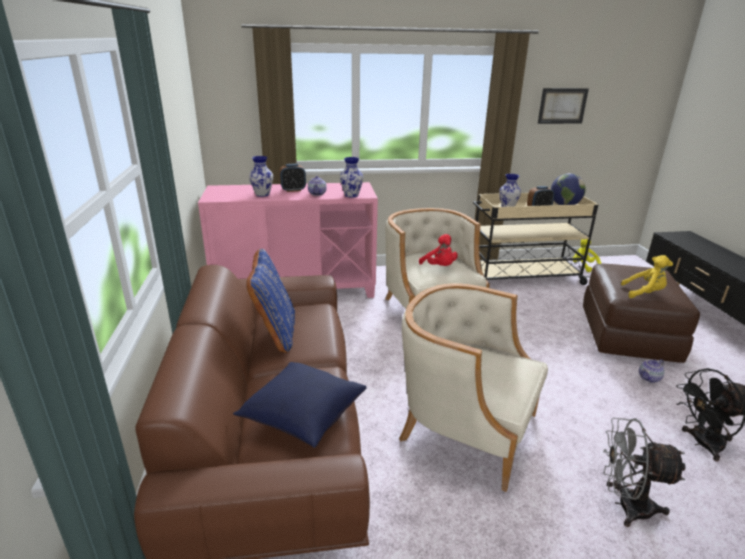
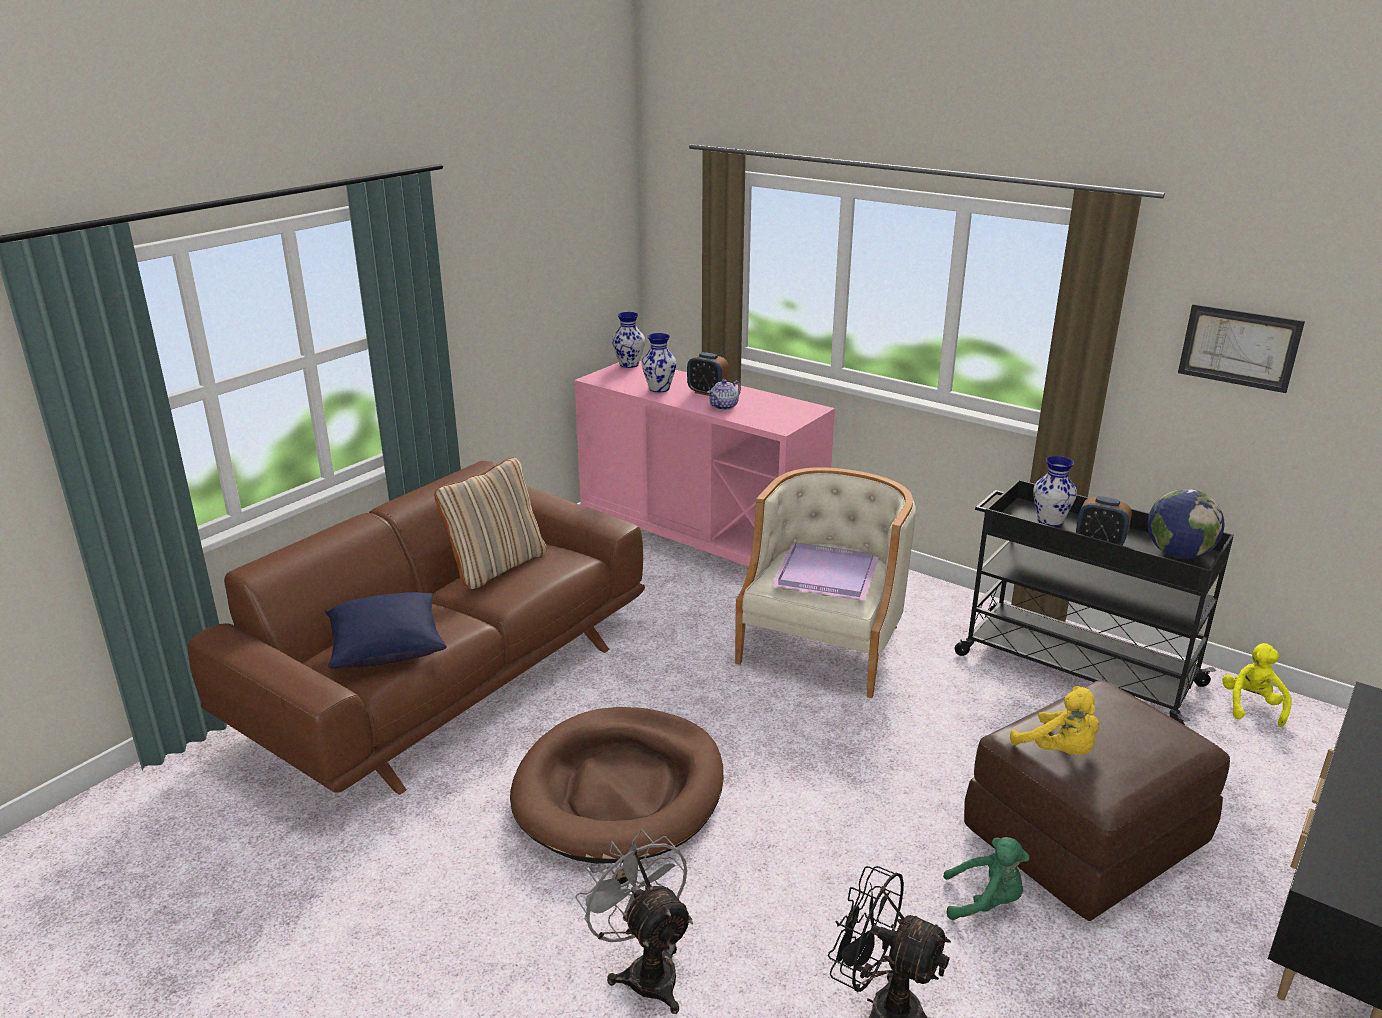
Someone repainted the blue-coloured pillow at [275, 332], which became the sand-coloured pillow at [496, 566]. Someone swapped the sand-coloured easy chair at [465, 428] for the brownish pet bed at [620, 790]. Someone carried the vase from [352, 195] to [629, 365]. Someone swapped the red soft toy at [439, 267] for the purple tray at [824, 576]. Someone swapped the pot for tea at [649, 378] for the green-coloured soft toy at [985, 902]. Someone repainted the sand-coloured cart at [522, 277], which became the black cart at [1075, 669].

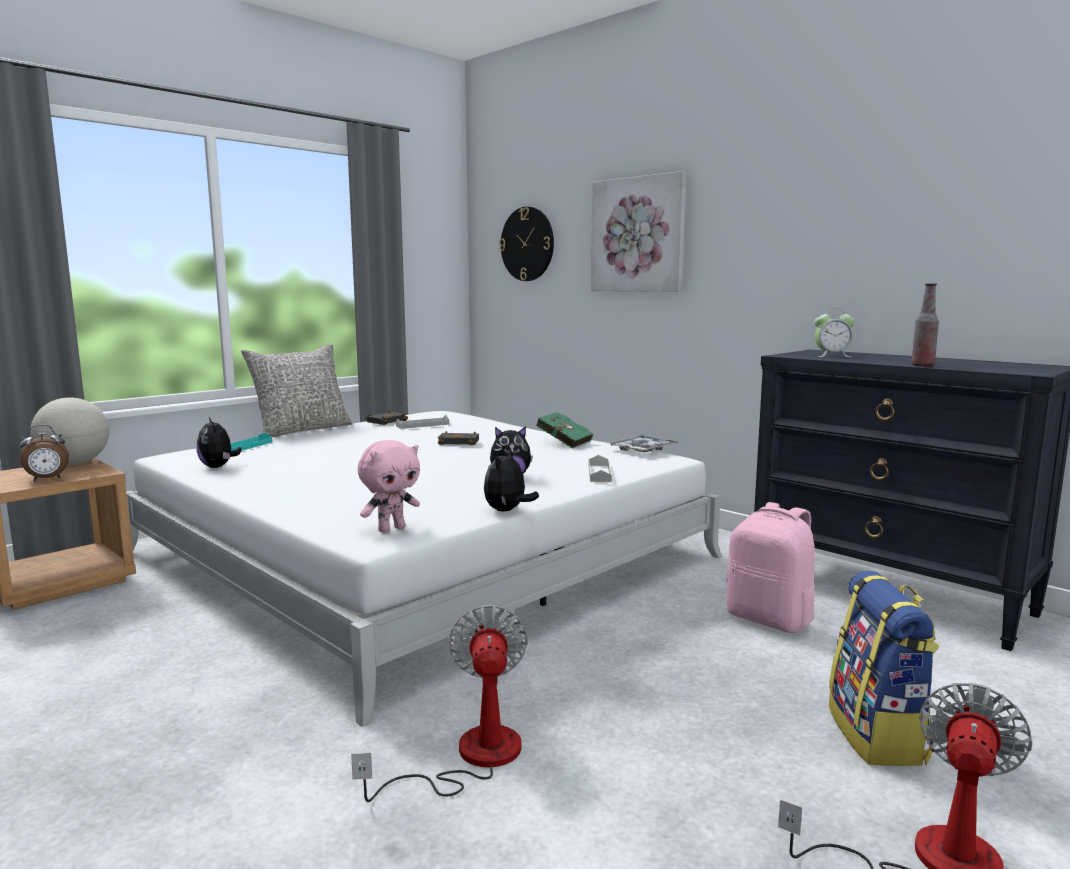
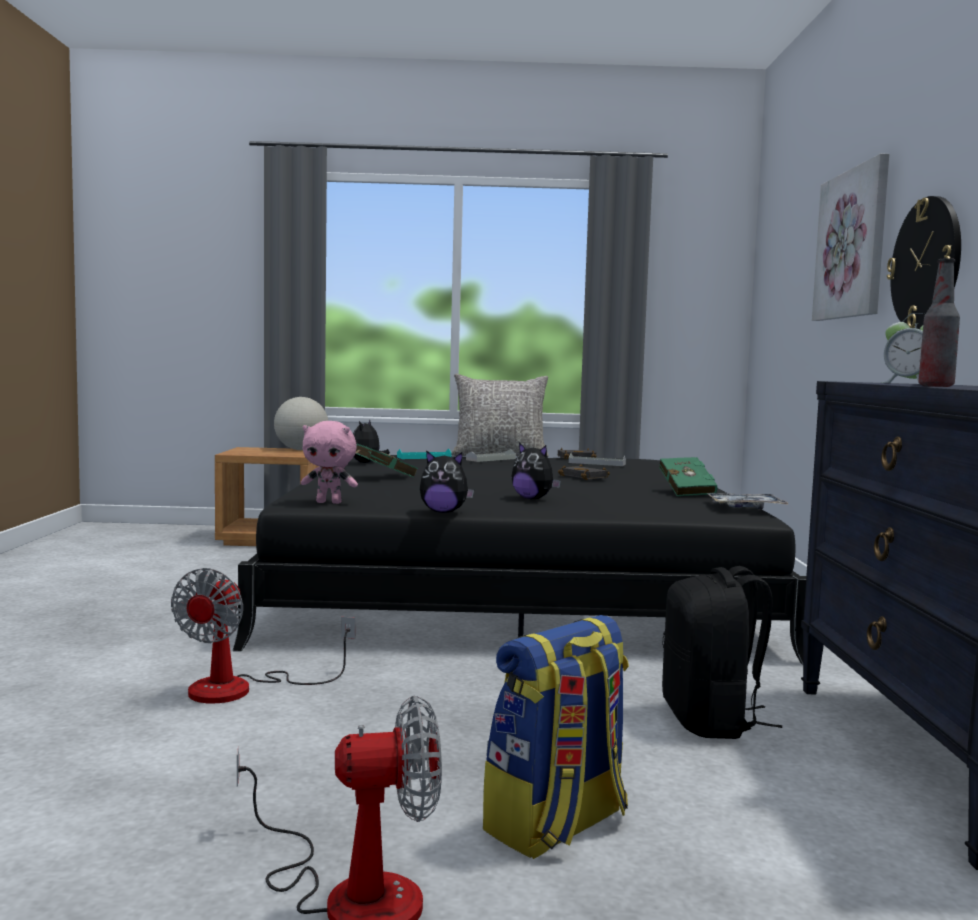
Someone rotated the cooling fan at [470, 758] by 150 degrees clockwise. Someone repainted the white sleeping bed at [419, 555], which became the black sleeping bed at [512, 583]. Someone put down the green-coloured book at [382, 476]. Someone rotated the soft toy at [507, 511] by 150 degrees counterclockwise. Someone carried the greyish tray from [599, 473] to [491, 459]. Someone repainted the pink-coloured knapsack at [770, 619], which became the black knapsack at [711, 721]. Someone carried the wall clock from [527, 244] to [926, 264]. Someone took away the alarm clock at [47, 479].

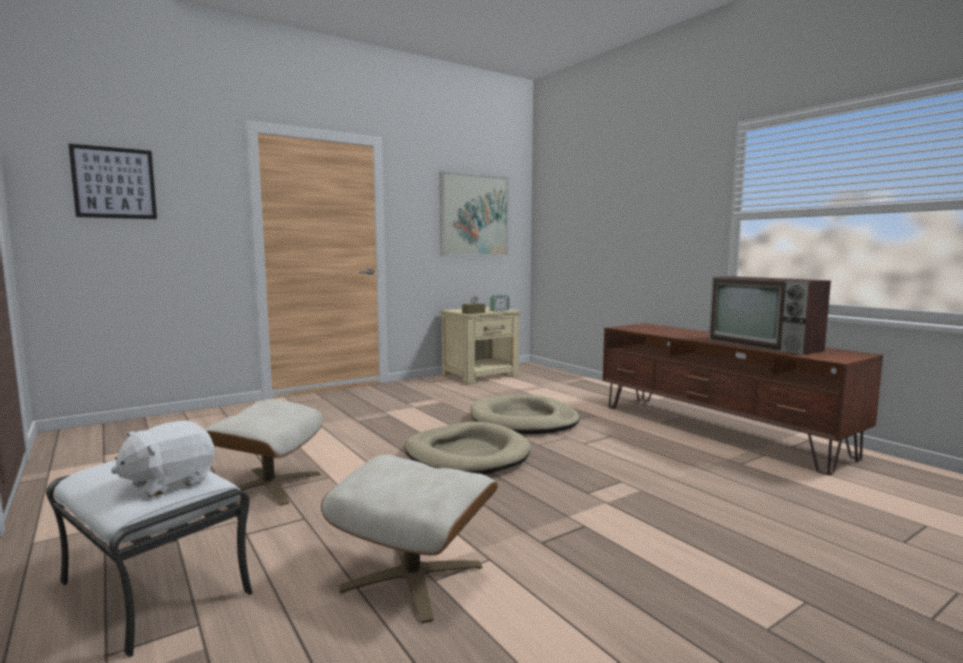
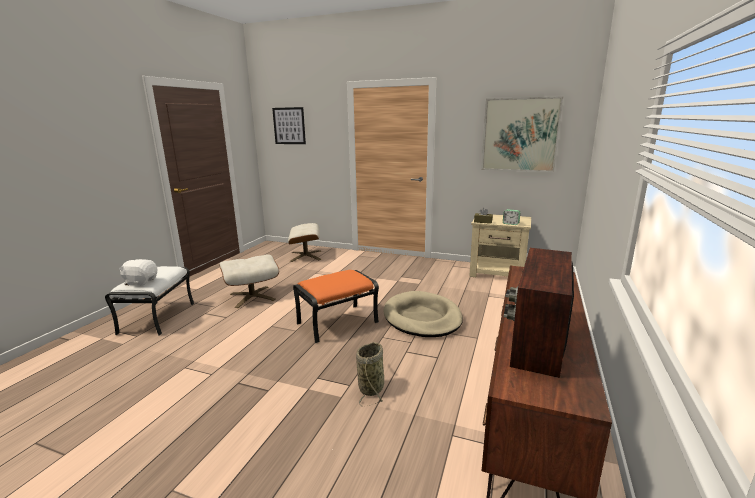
Someone carried the sand-coloured ottoman from [413, 577] to [306, 256]. Someone swapped the sand-coloured pet bed at [467, 455] for the orange-coloured ottoman at [337, 322]. Someone put down the storage basket at [372, 387].

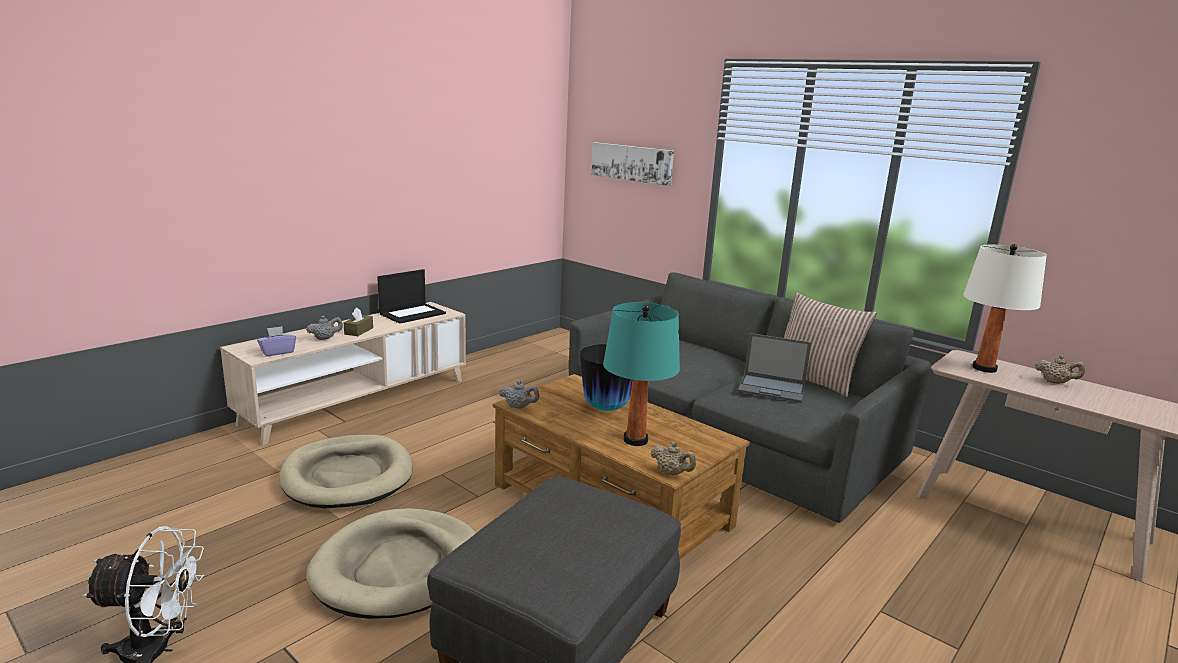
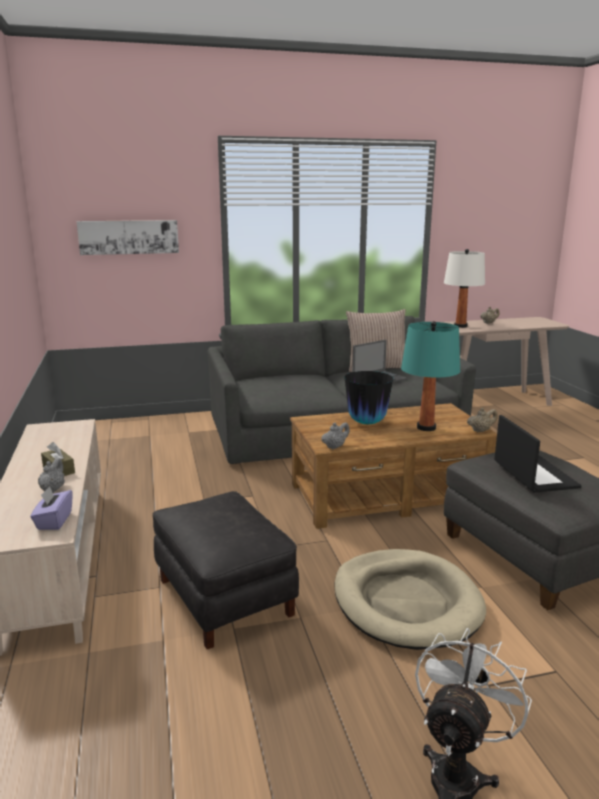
Someone swapped the sand-coloured pet bed at [347, 476] for the black ottoman at [223, 597]. Someone carried the laptop from [412, 313] to [533, 474].

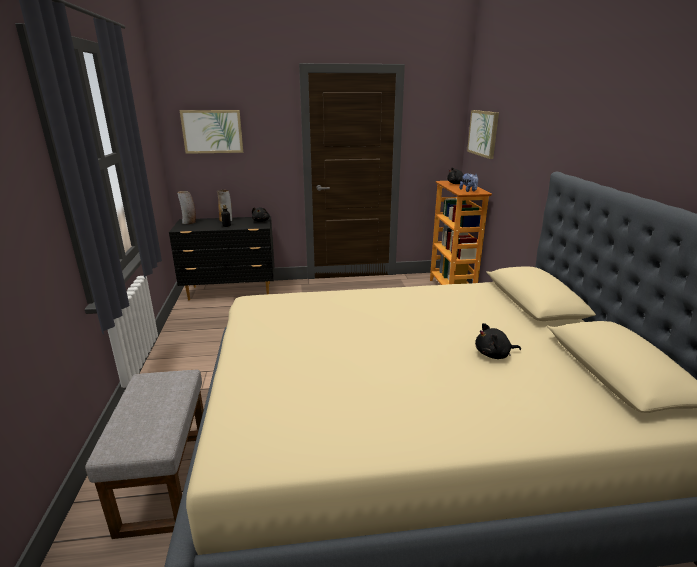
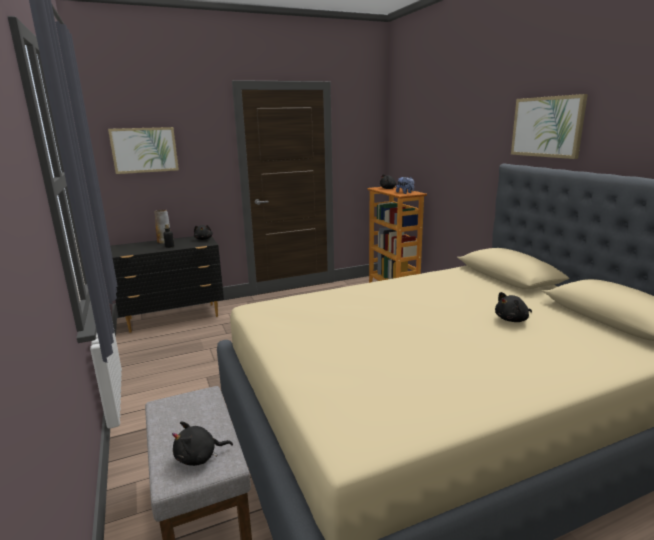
Someone put down the black soft toy at [199, 457]. Someone carried the wall art from [483, 133] to [547, 127]. Someone took away the vase at [189, 222].

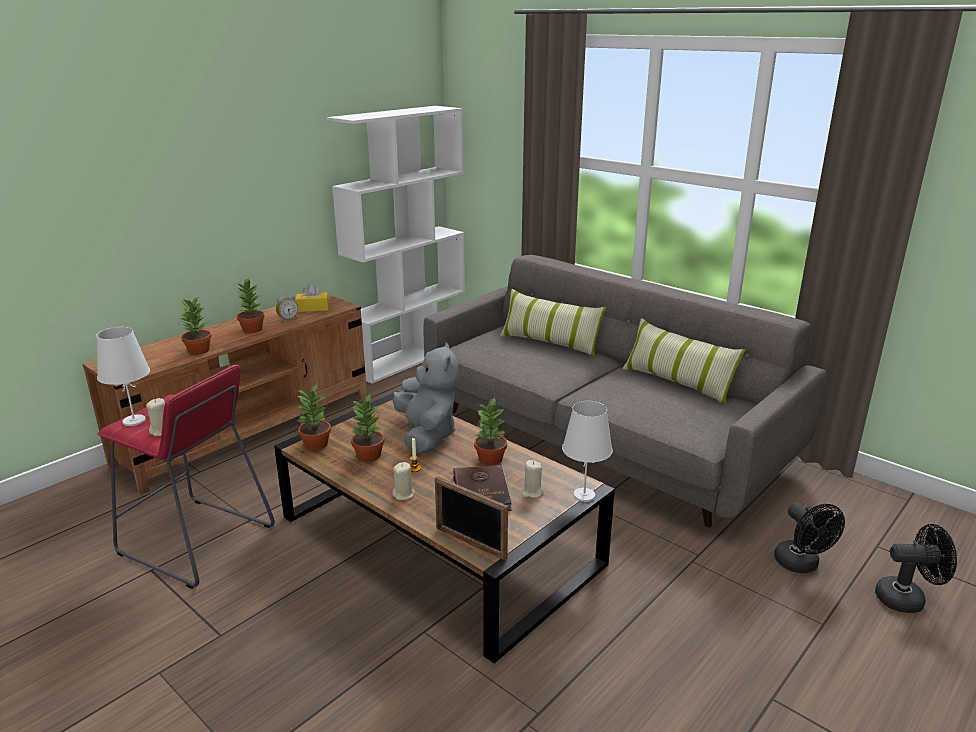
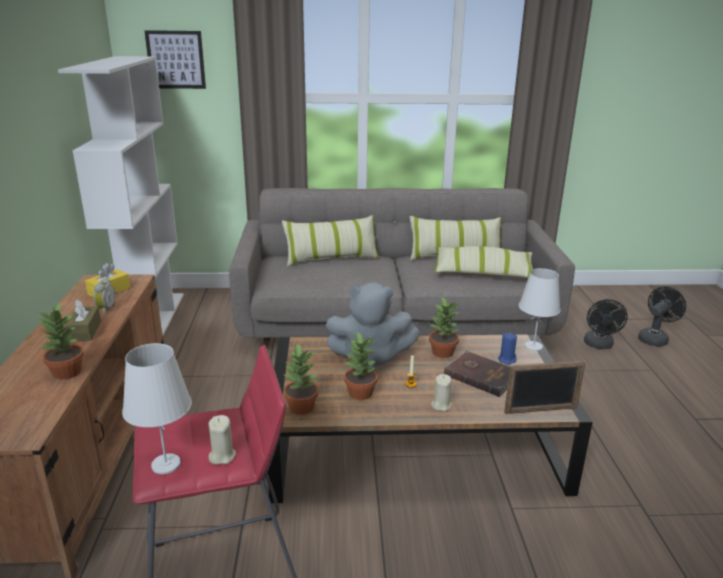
Someone swapped the potted plant at [252, 329] for the brownish tissue box at [85, 331]. Someone put up the wall art at [176, 60]. Someone rotated the greyish soft toy at [427, 435] by 150 degrees clockwise. Someone put down the pillow at [483, 273]. Someone repainted the sand-coloured wax candle at [532, 492], which became the blue-coloured wax candle at [507, 360]. Someone rotated the black cooling fan at [801, 565] by 75 degrees clockwise.

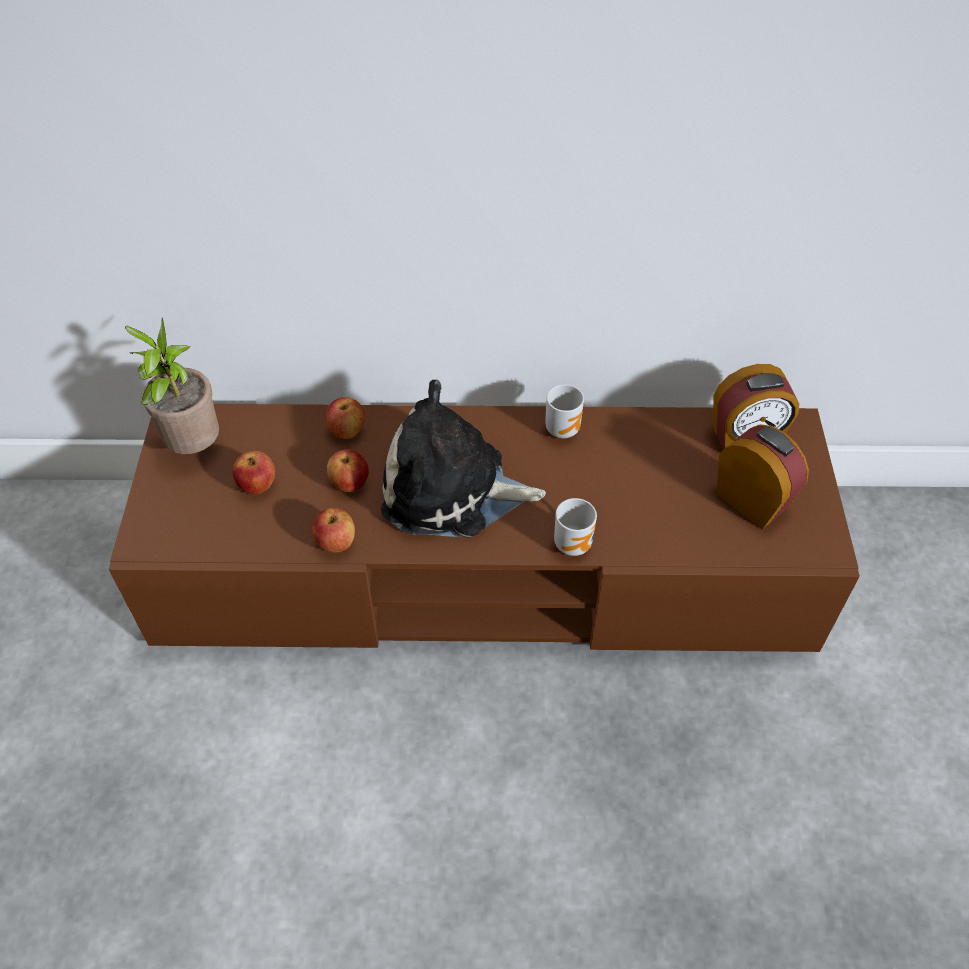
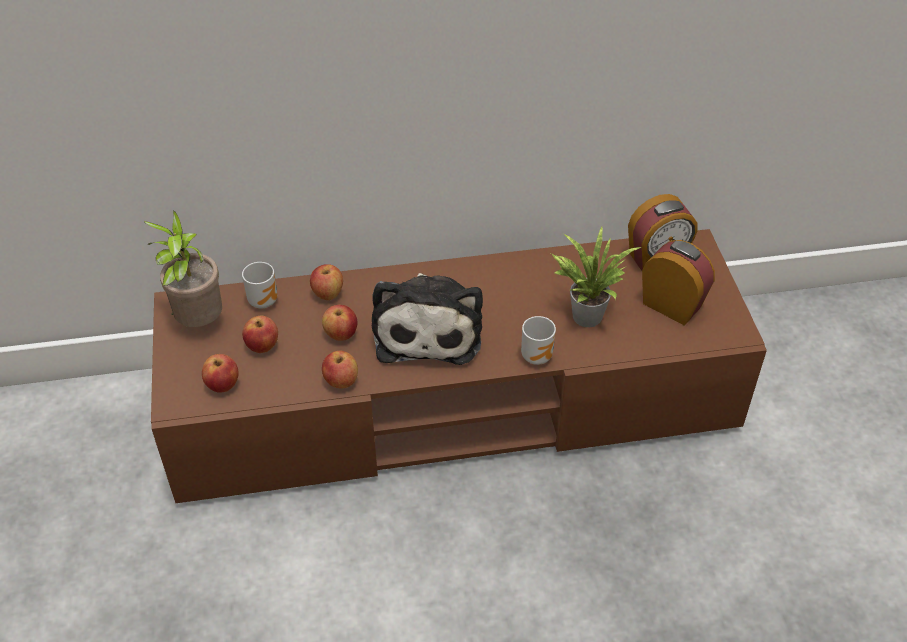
Someone put down the apple at [223, 385]. Someone carried the tea mug from [563, 428] to [264, 300]. Someone rotated the soft toy at [452, 490] by 90 degrees counterclockwise. Someone put down the potted plant at [585, 313].

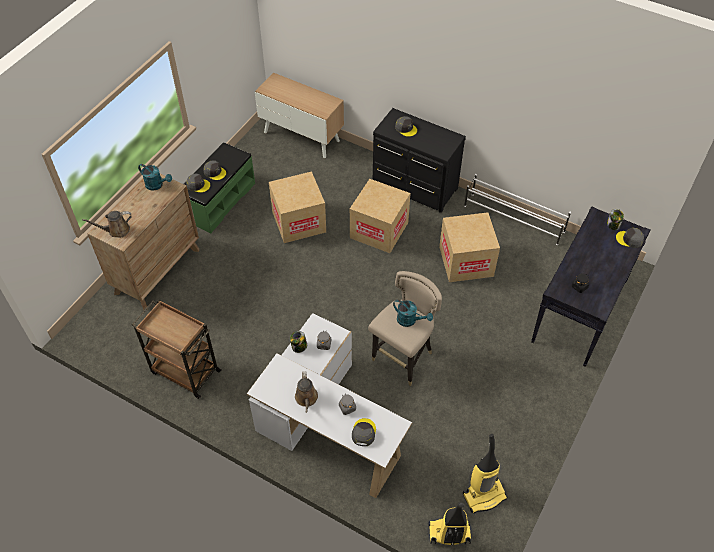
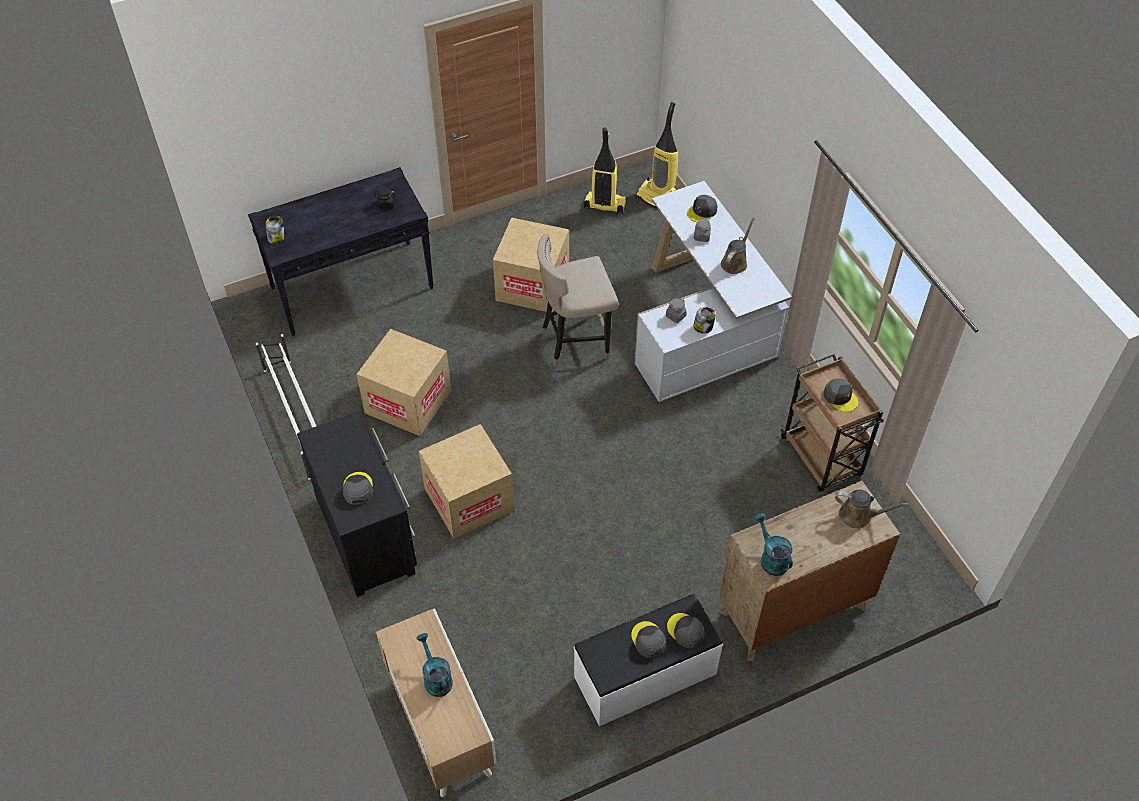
Someone carried the blue-green sprinkling can from [410, 320] to [436, 678]. Someone carried the packing box from [299, 221] to [532, 285]. Someone repainted the green-coloured long seat at [219, 201], which became the white long seat at [645, 676]. Someone carried the greyish baseball cap from [629, 239] to [840, 397].

